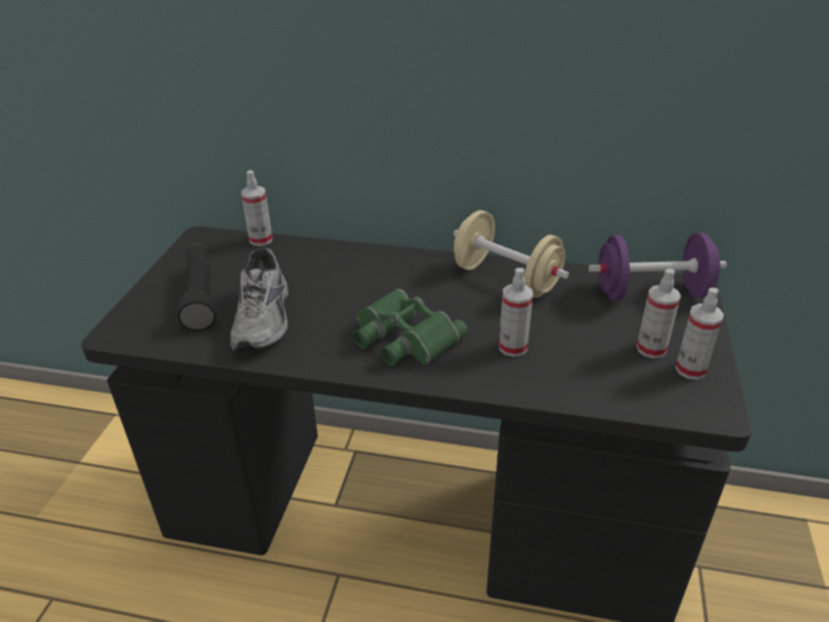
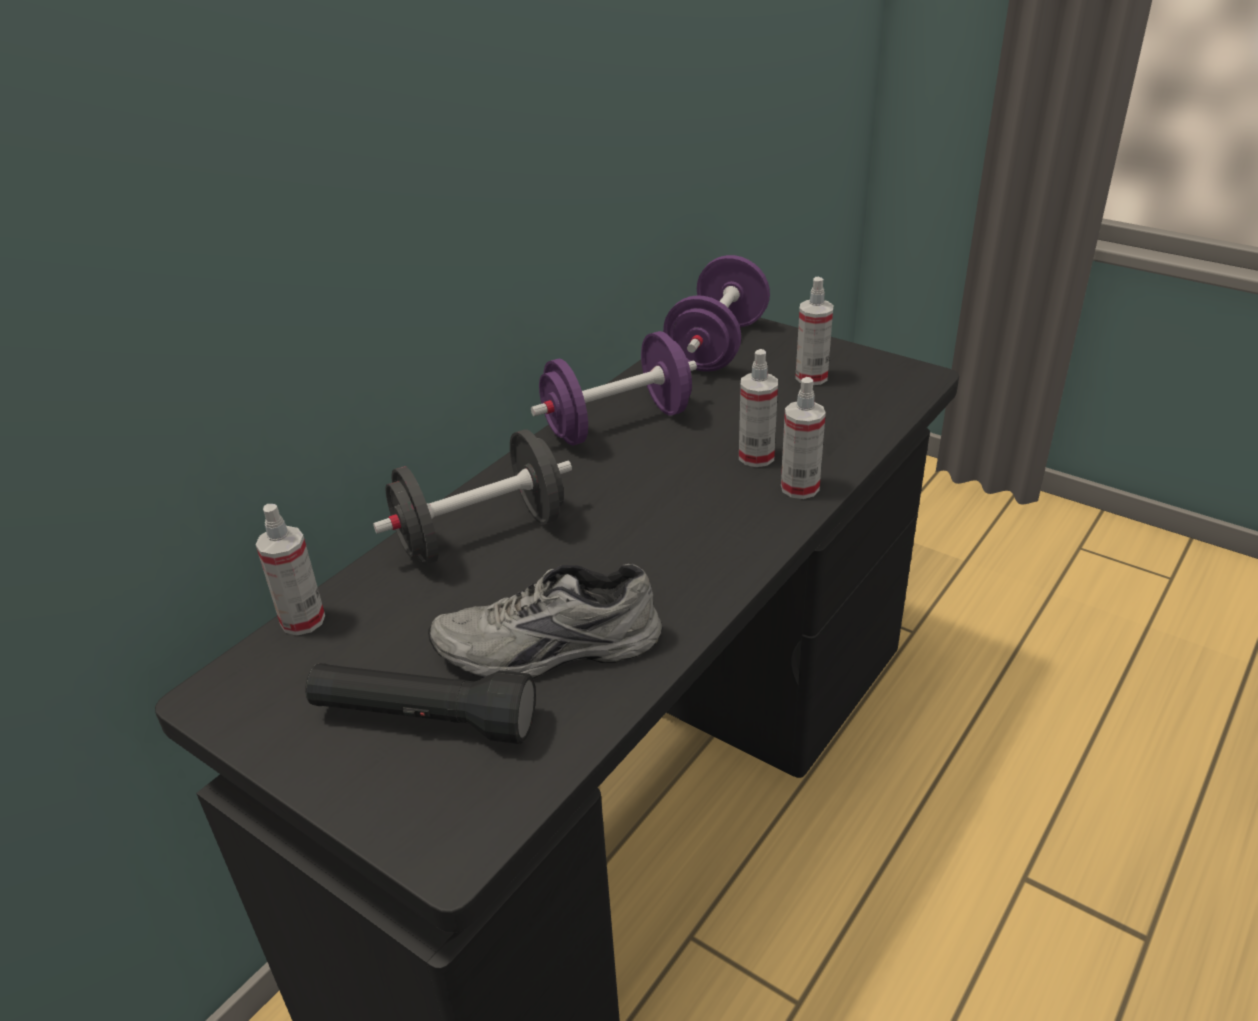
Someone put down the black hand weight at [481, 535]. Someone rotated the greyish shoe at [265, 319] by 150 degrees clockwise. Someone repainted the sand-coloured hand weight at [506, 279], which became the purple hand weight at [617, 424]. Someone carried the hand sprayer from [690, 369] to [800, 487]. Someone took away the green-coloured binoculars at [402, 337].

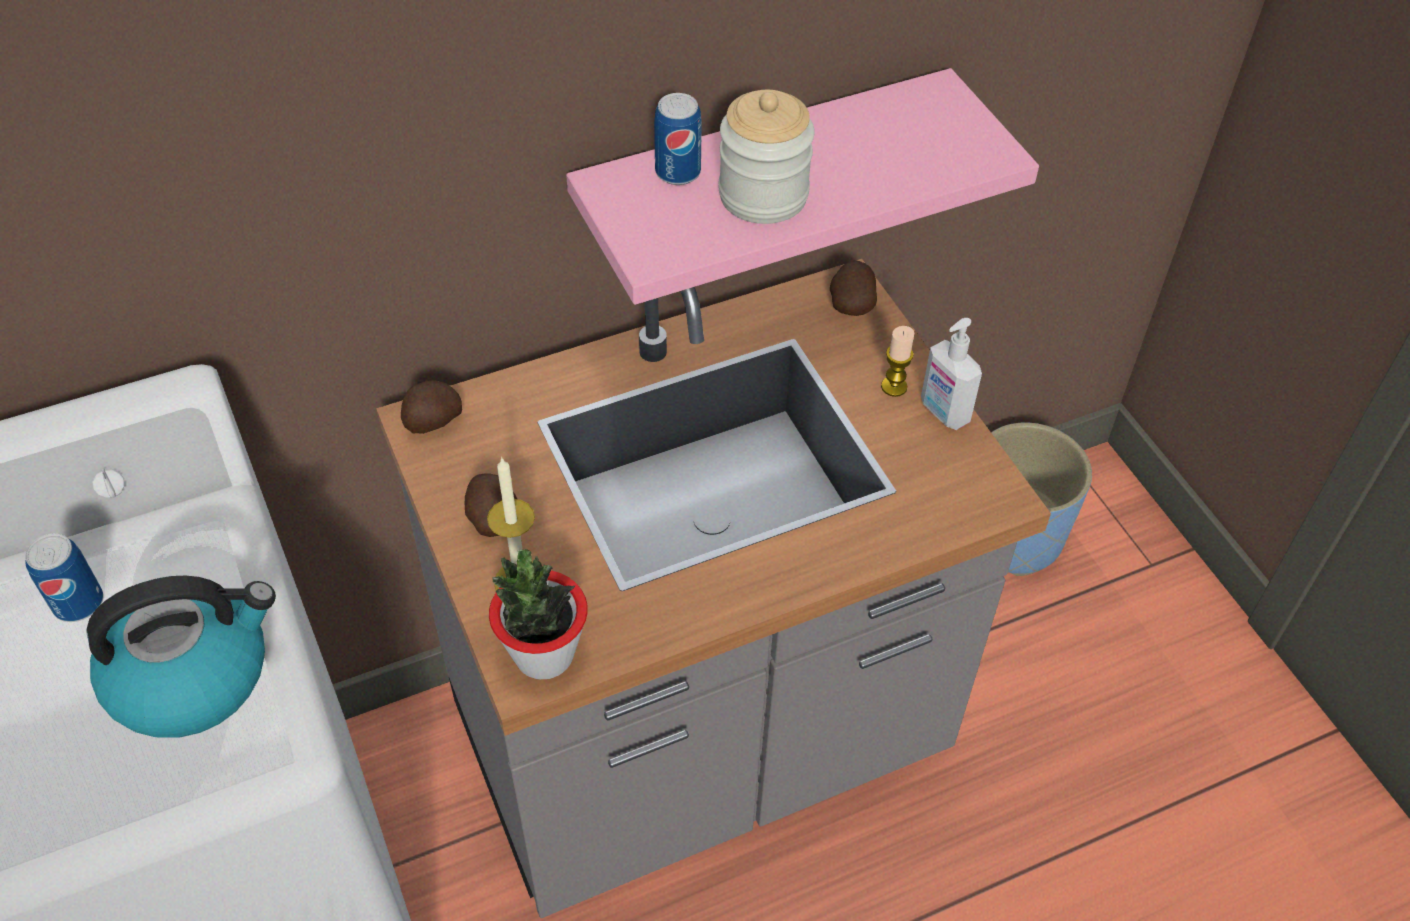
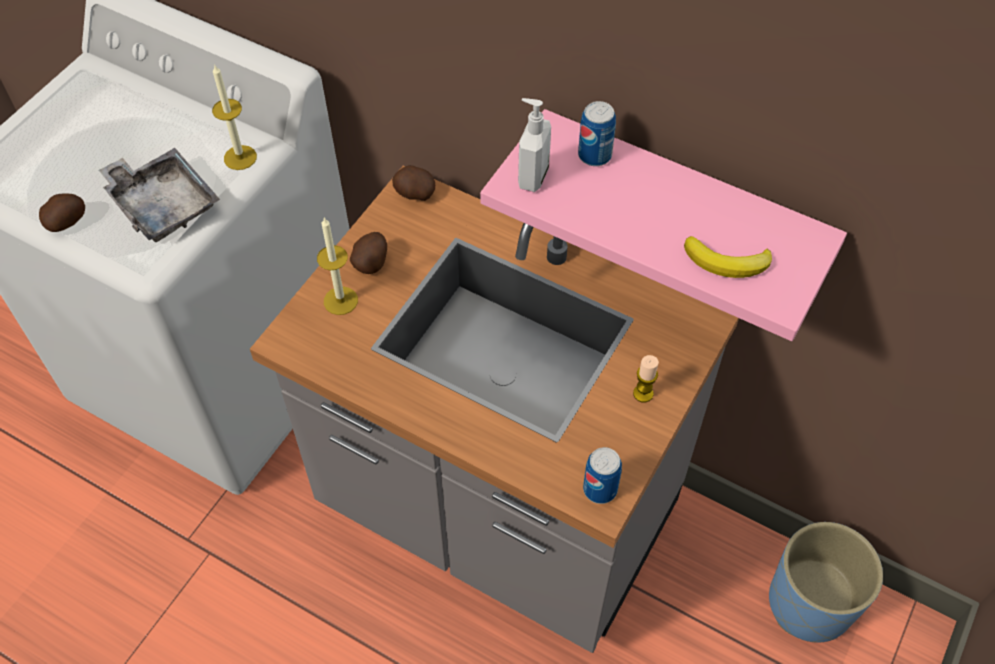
Someone carried the potato from [851, 303] to [67, 222]. Someone swapped the kettle at [193, 675] for the greyish tray at [163, 204]. Someone put down the wax candle at [240, 157]. Someone carried the soap dispenser from [943, 412] to [532, 177]. Someone carried the can from [78, 603] to [600, 489]. Someone put down the banana fruit at [727, 262]. Someone took away the potted plant at [544, 655]. Someone took away the storage jar at [763, 196].

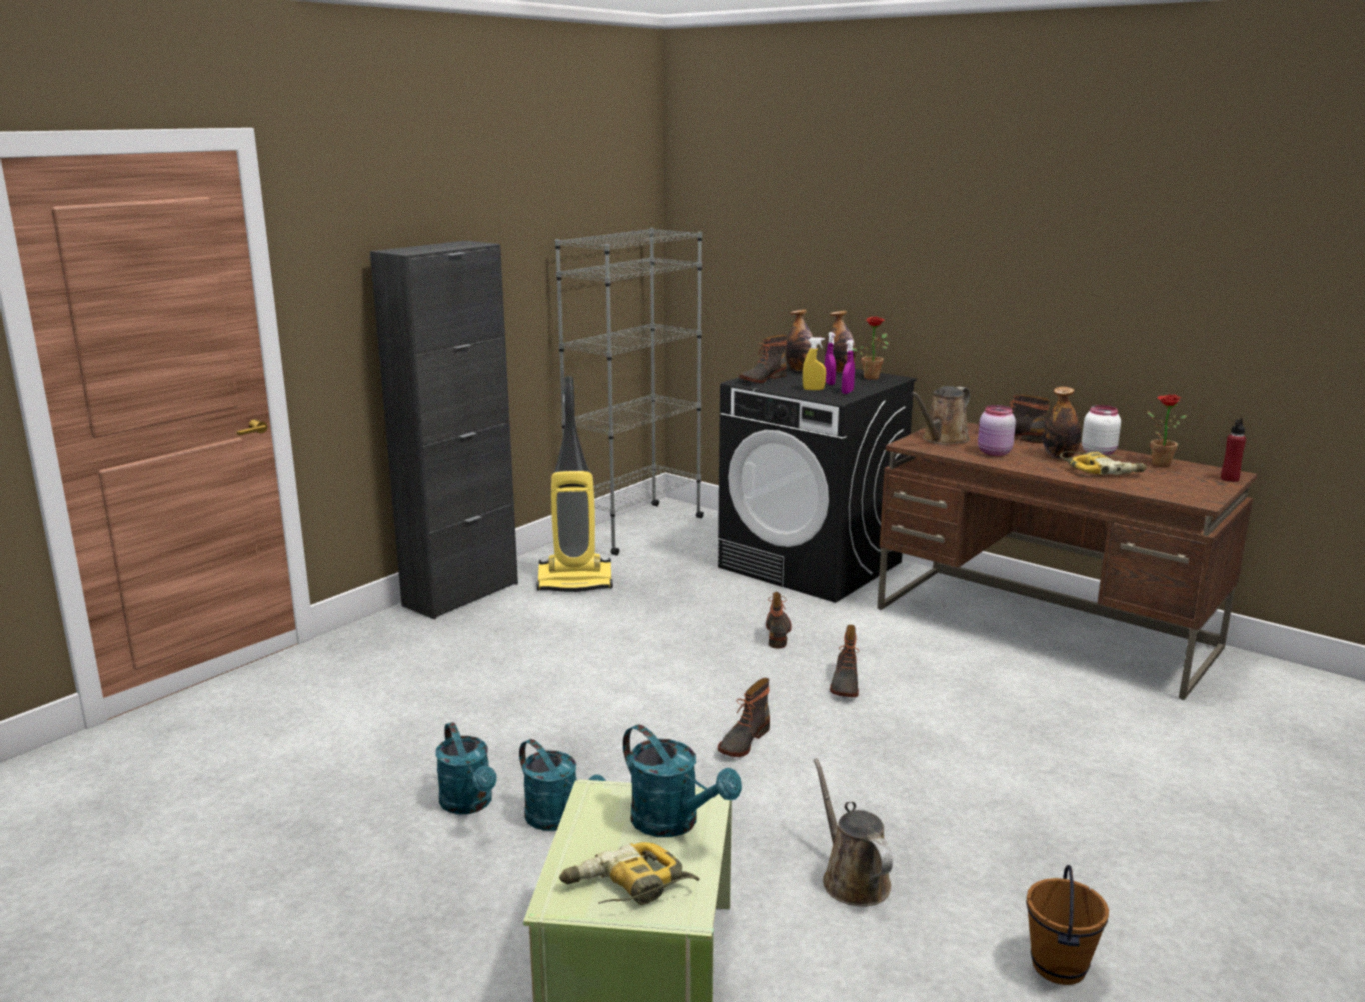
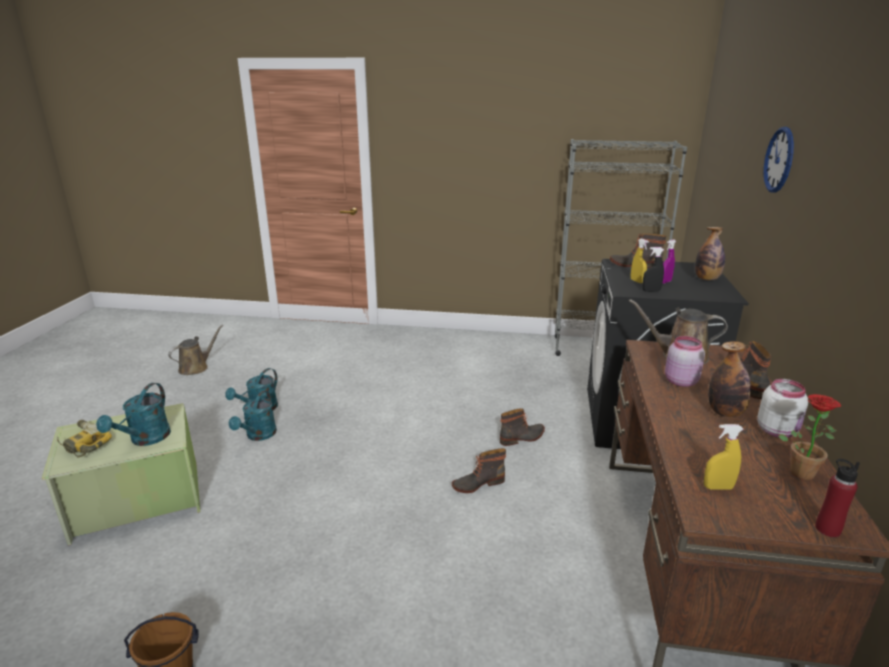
Someone carried the brownish sprinkling can from [852, 879] to [196, 367]. Someone repainted the purple hand sprayer at [847, 392], which became the black hand sprayer at [651, 291]. Someone put down the yellowish hand sprayer at [718, 487]. Someone put up the wall clock at [779, 160]. Someone took away the black cupboard at [461, 594]. Someone took away the vacuum cleaner at [575, 582]. Someone took away the tall boot at [743, 741]. Someone took away the drink bottle at [800, 370]. Someone took away the potted plant at [872, 377]. Someone took away the power drill at [1102, 470].

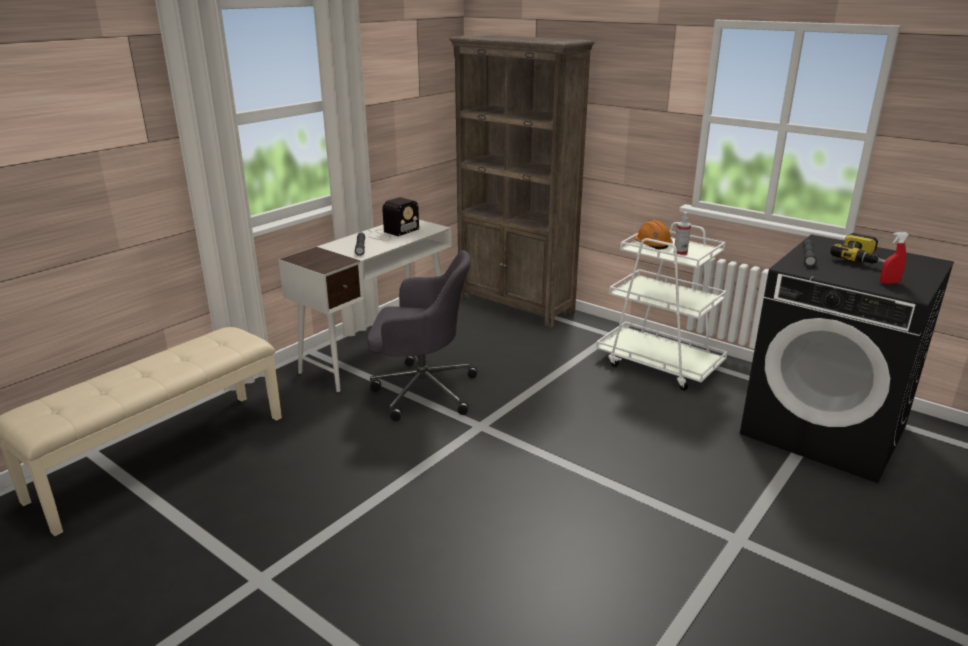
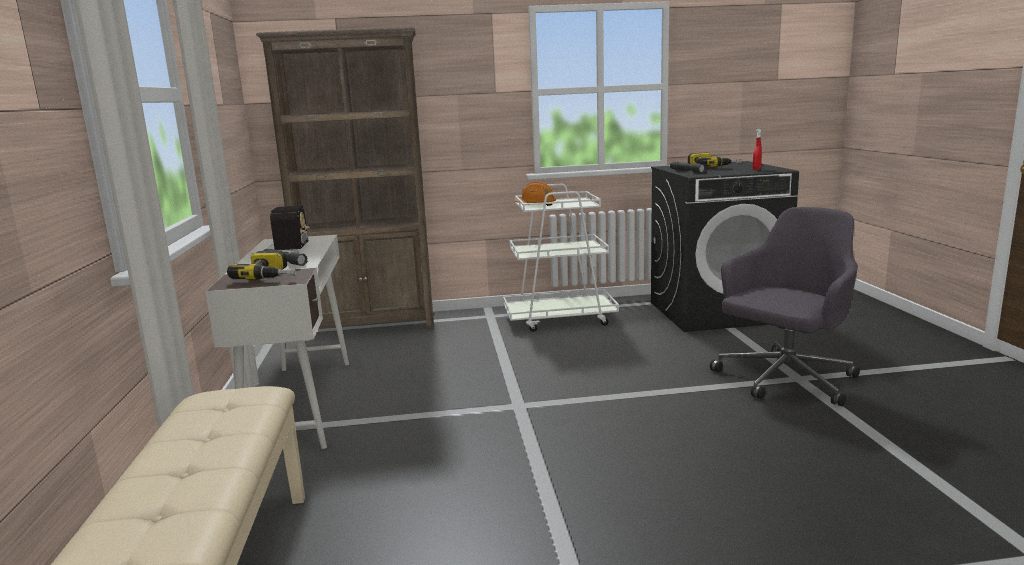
Someone put down the power drill at [273, 276]. Someone carried the greyish office chair from [421, 390] to [784, 380]. Someone took away the hand sprayer at [680, 253].

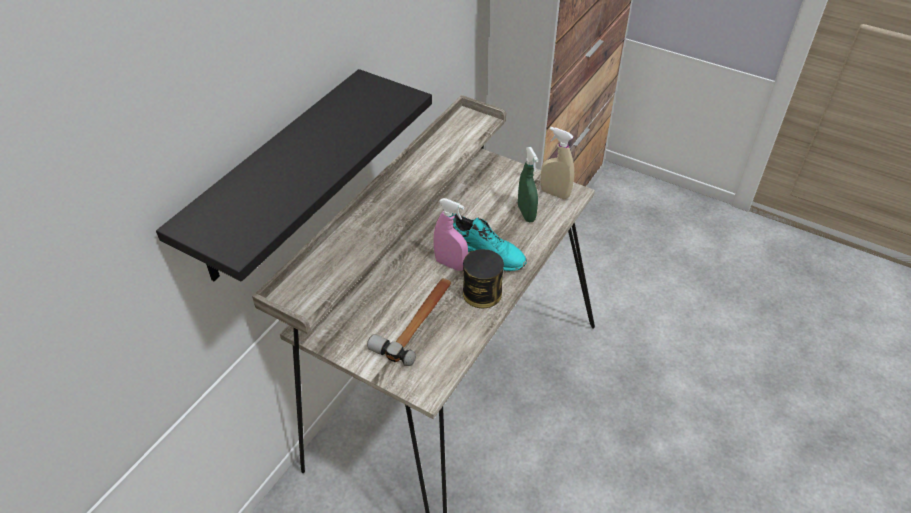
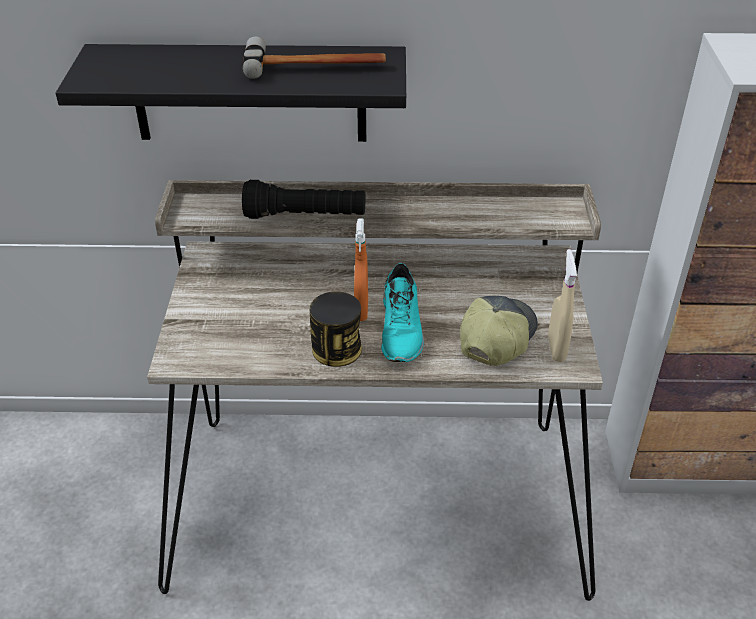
Someone put down the black flashlight at [305, 216]. Someone carried the hand hammer from [417, 321] to [315, 66]. Someone repainted the pink-coloured hand sprayer at [450, 264], which became the orange-coloured hand sprayer at [361, 310]. Someone swapped the green-coloured hand sprayer at [526, 214] for the baseball cap at [496, 337].

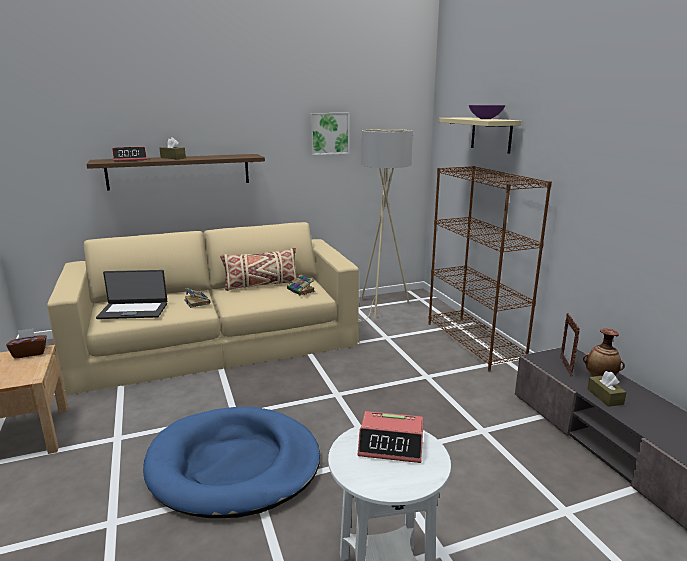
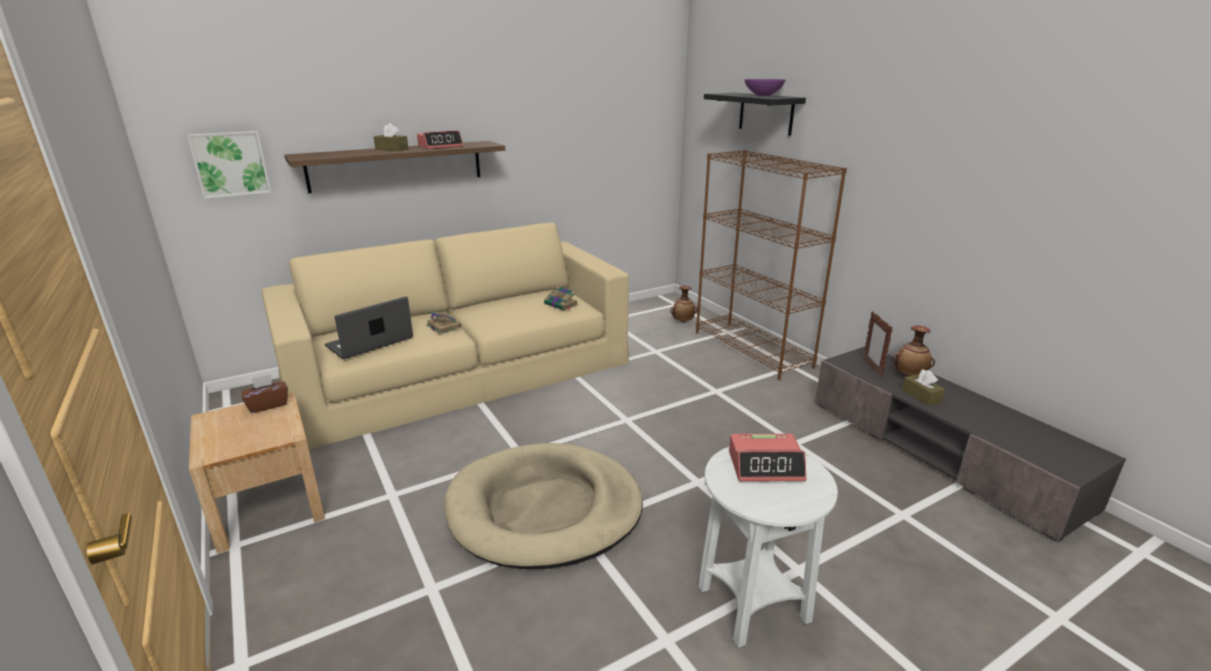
Someone carried the wall art from [329, 133] to [230, 164]. Someone rotated the laptop at [133, 310] by 150 degrees clockwise. Someone carried the alarm clock from [130, 159] to [440, 146]. Someone repainted the blue-coloured pet bed at [234, 465], which became the sand-coloured pet bed at [544, 509]. Someone put down the vase at [683, 321]. Someone repainted the sand-coloured bracket shelf at [491, 134], which became the black bracket shelf at [766, 113]. Someone took away the sand-coloured pillow at [261, 285]. Someone took away the sand-coloured standing lamp at [381, 308].

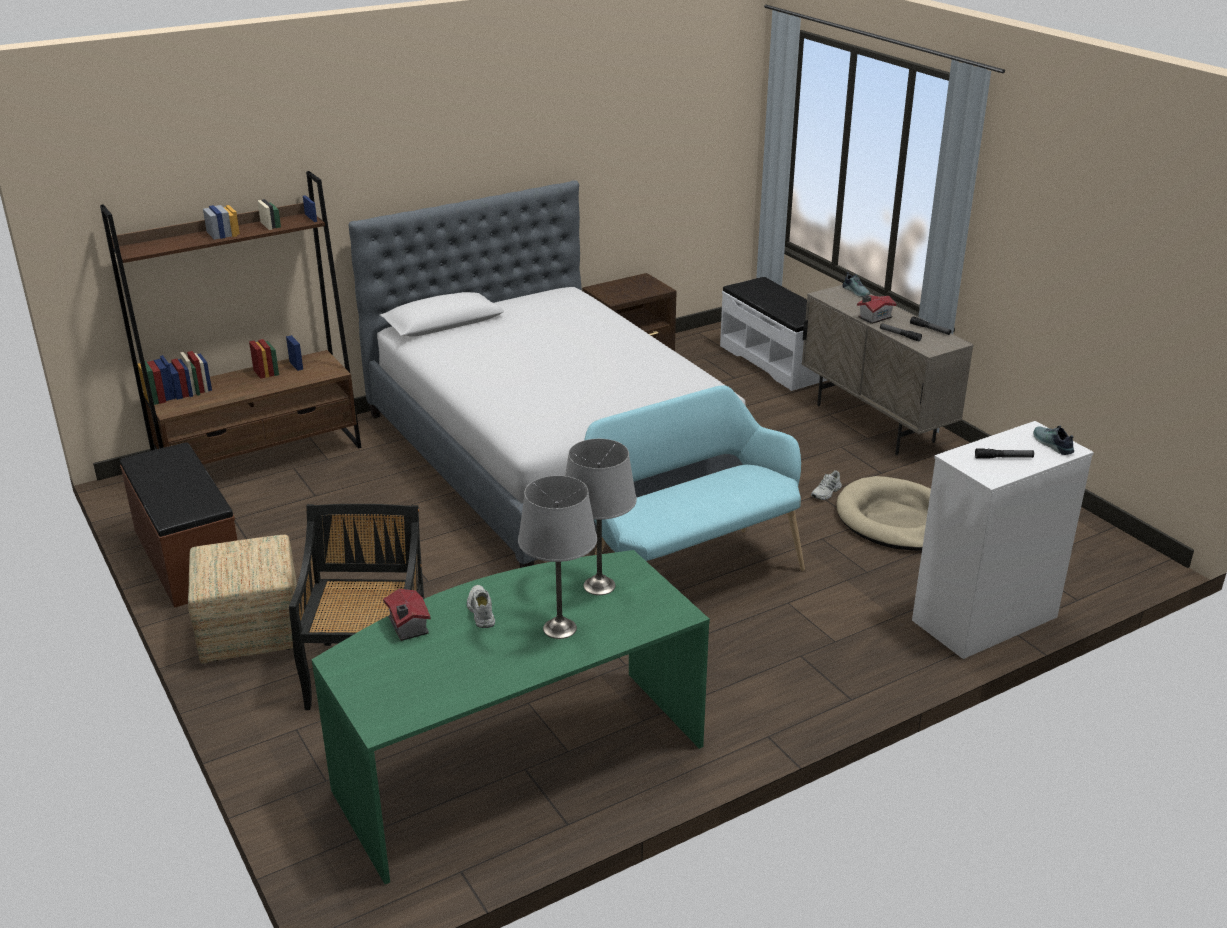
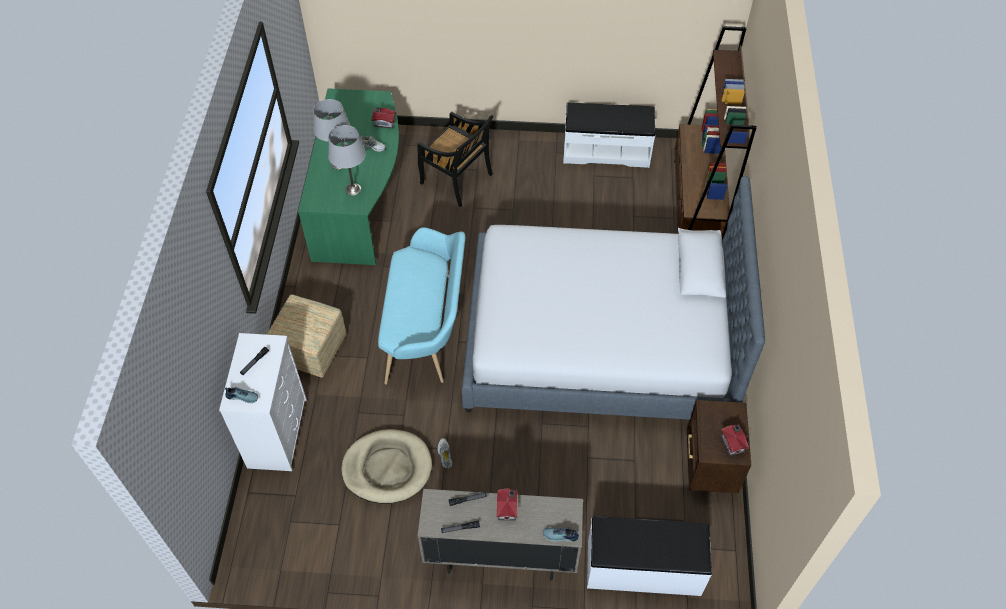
Someone carried the ottoman from [253, 631] to [310, 350]. Someone repainted the brownish long seat at [187, 558], which became the white long seat at [606, 151]. Someone put down the miniature house at [733, 443].

